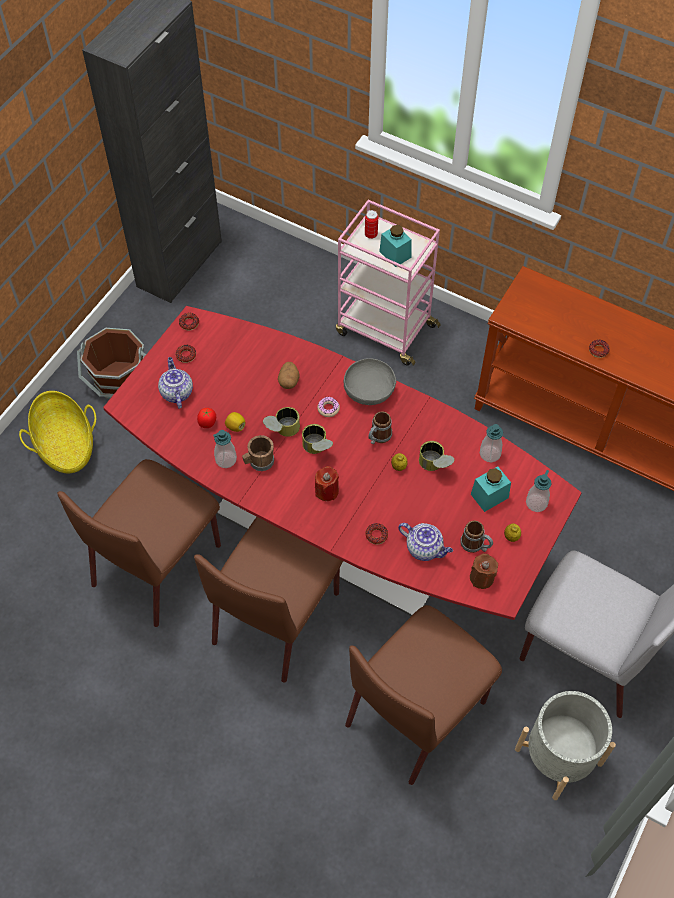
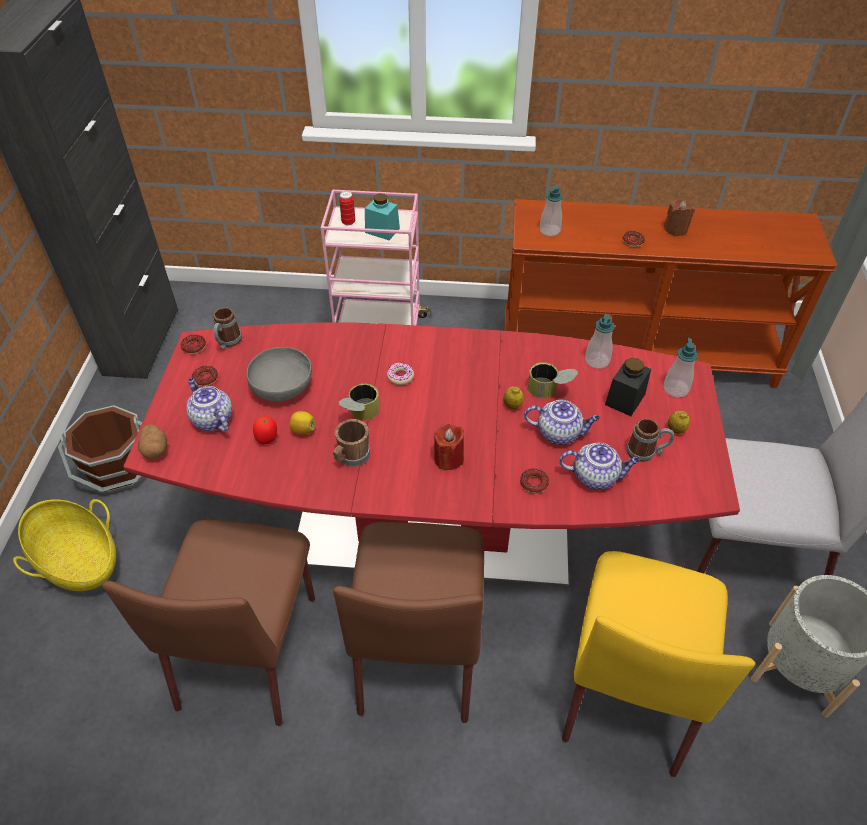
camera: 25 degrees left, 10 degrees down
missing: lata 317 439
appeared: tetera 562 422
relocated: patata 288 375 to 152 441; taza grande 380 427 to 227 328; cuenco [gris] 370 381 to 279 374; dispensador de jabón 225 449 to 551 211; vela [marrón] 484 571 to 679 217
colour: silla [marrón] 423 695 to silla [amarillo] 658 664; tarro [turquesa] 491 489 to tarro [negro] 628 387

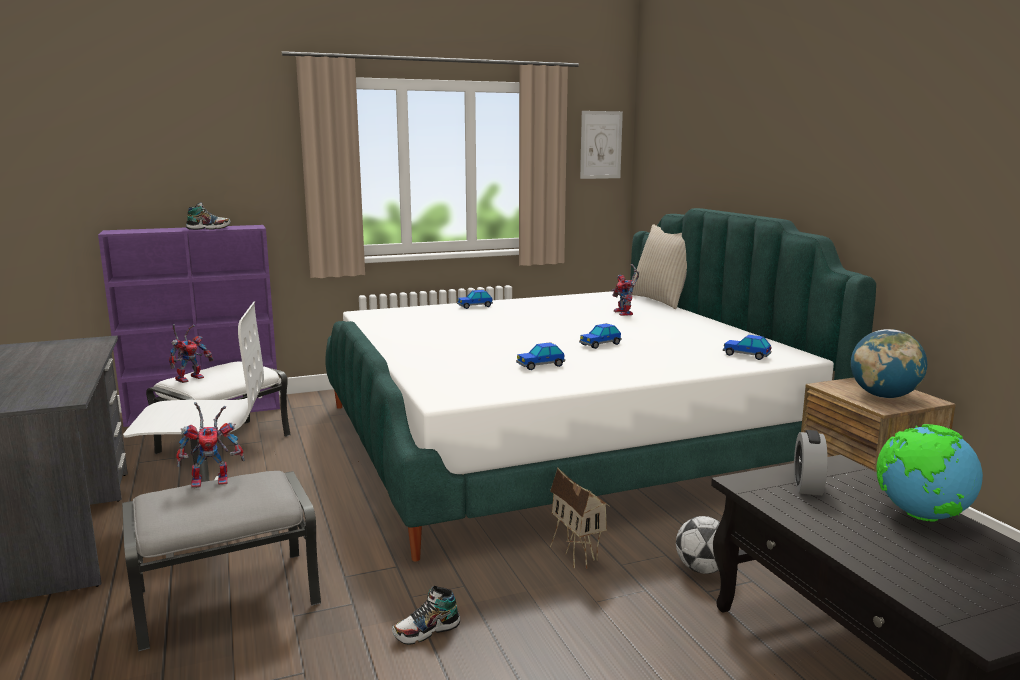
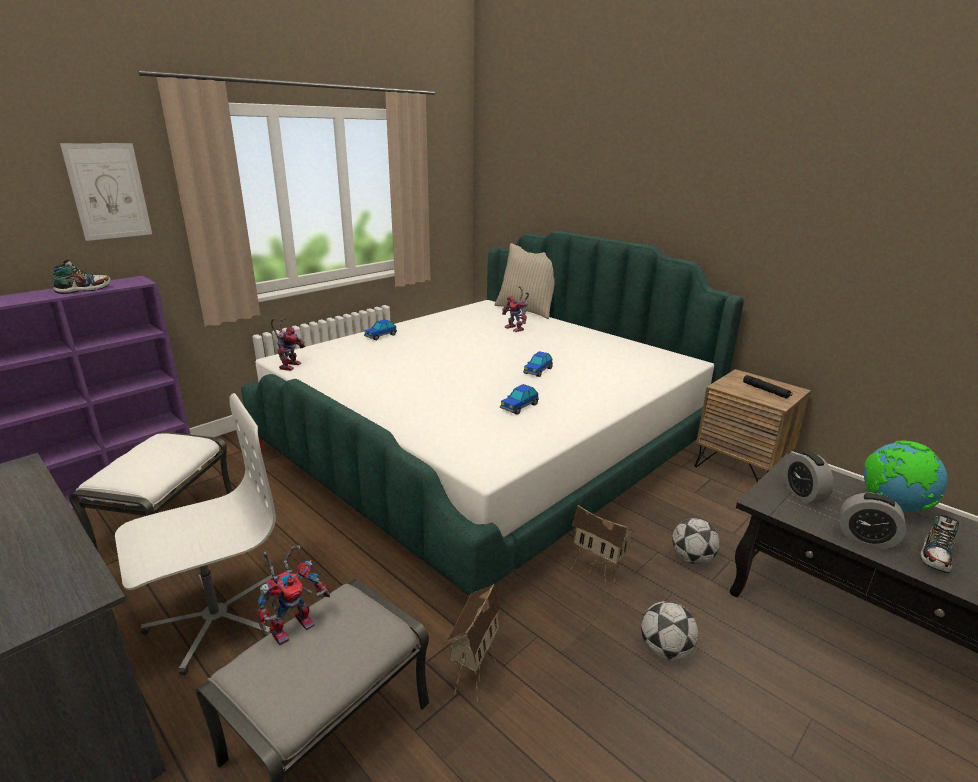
camera: 25 degrees left, 10 degrees up
missing: coche de juguete 747 347
appeared: casita 474 643; balón de fútbol 669 630; despertador 873 521
relocated: cuadro 601 145 to 106 192; robot de juguete 191 353 to 288 344; zapato 426 615 to 939 544
exchanged: globo terráqueo 889 363 to linterna [negro] 767 387

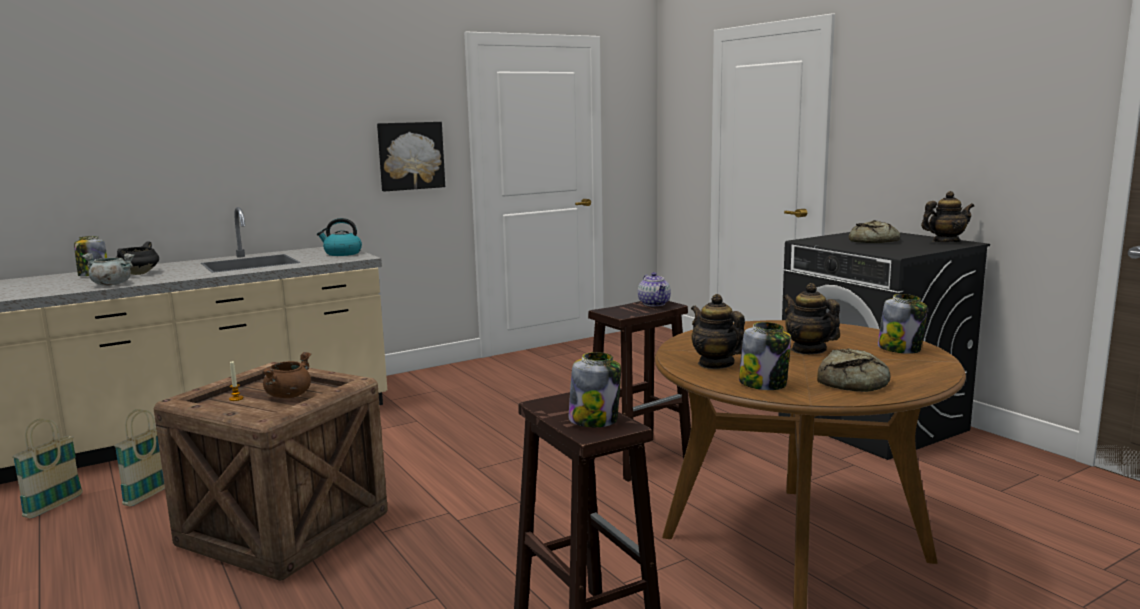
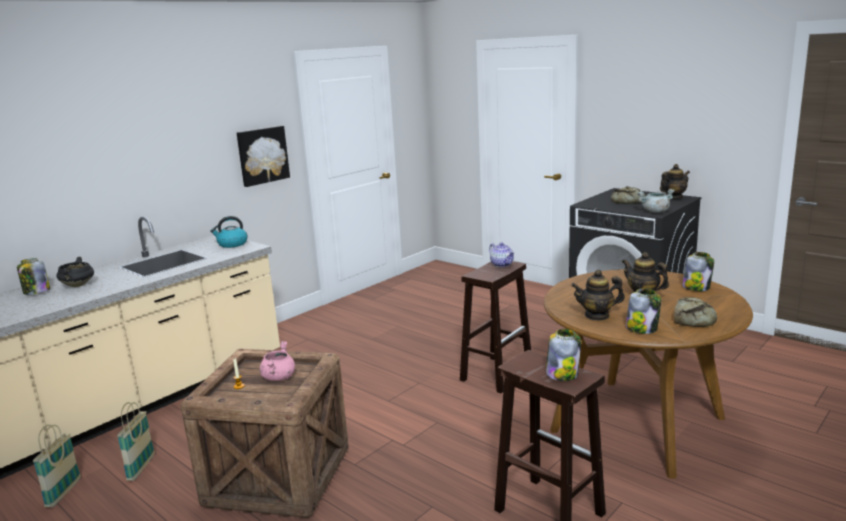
camera: 15 degrees left, 5 degrees up
relocated: olla [gris] 108 269 to 656 201
colour: olla [marrón] 287 375 to olla [rosa] 277 361
spun: tetera 718 331 = 598 295 45 degrees counterclockwise

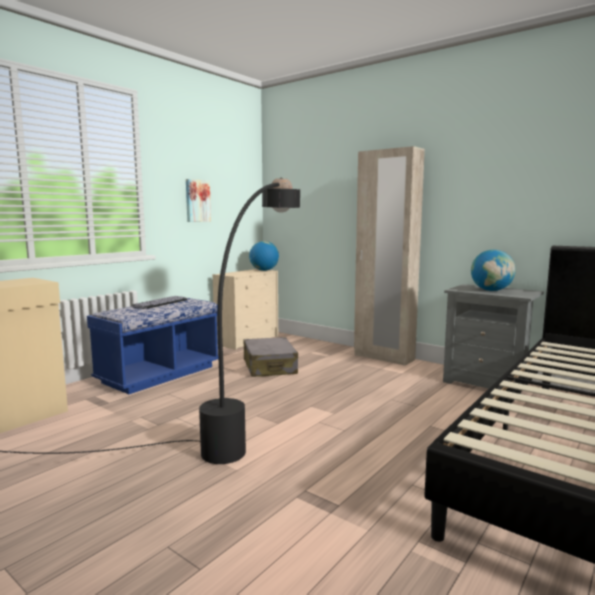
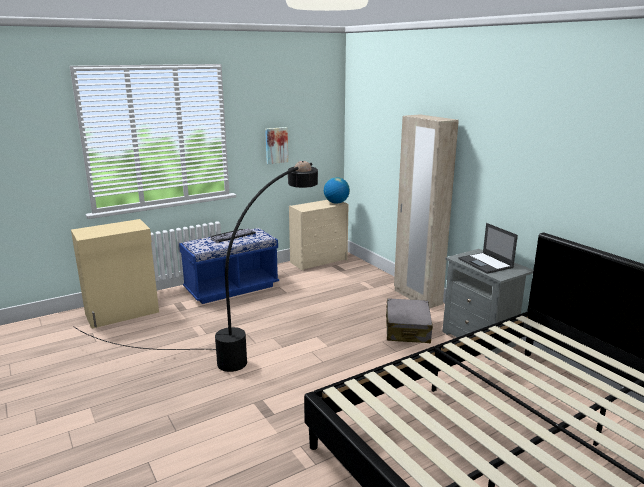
camera: 20 degrees right, 10 degrees up
relocated: maleta [gris] 270 357 to 409 320
exchanged: globo terráqueo 493 270 to portátil 488 248

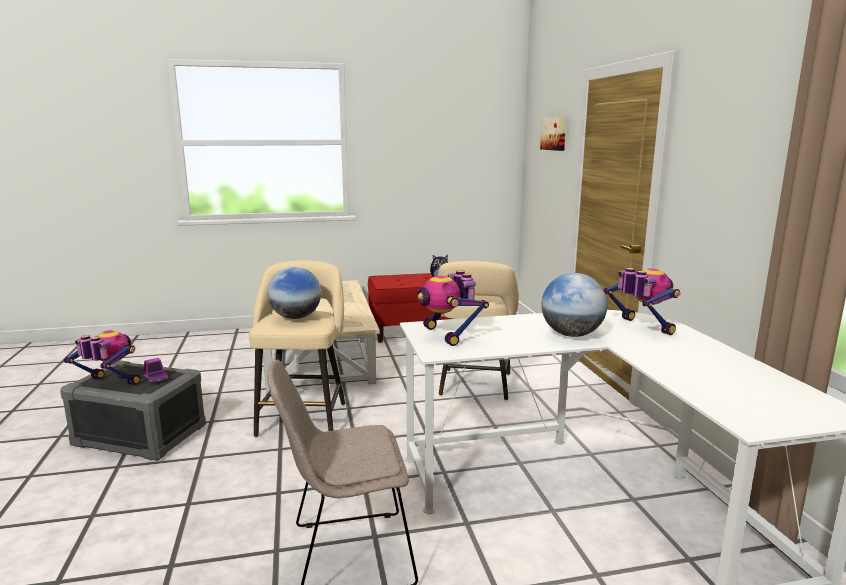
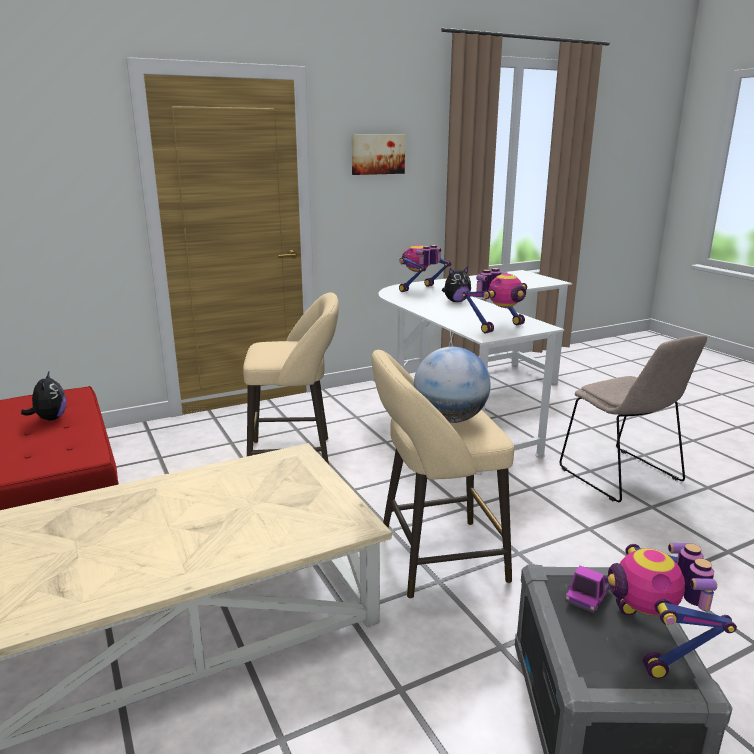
camera: 105 degrees left, 5 degrees up
relocated: cuadro 553 134 to 378 154
exchanged: globo terráqueo 574 305 to peluche 456 284

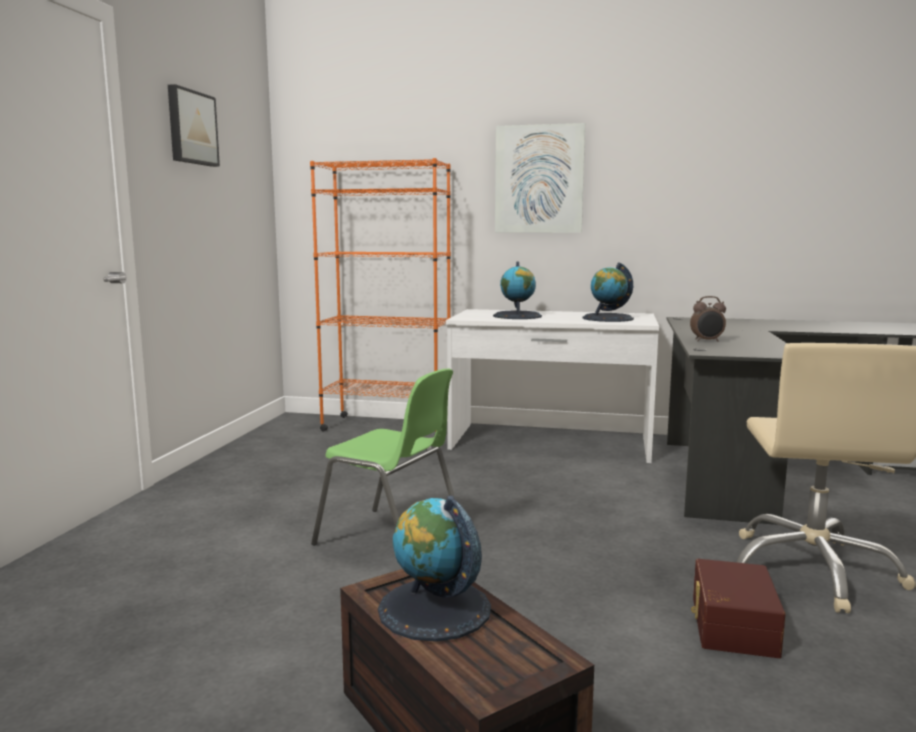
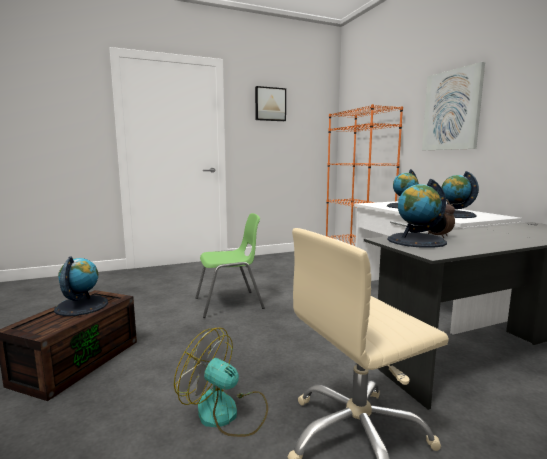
camera: 55 degrees right, 0 degrees up
appeared: globo terráqueo 417 213
exchanged: caja de almacenaje [marrón] 738 608 to ventilador 221 382
spun: silla [verde] 383 457 = 230 265 105 degrees counterclockwise

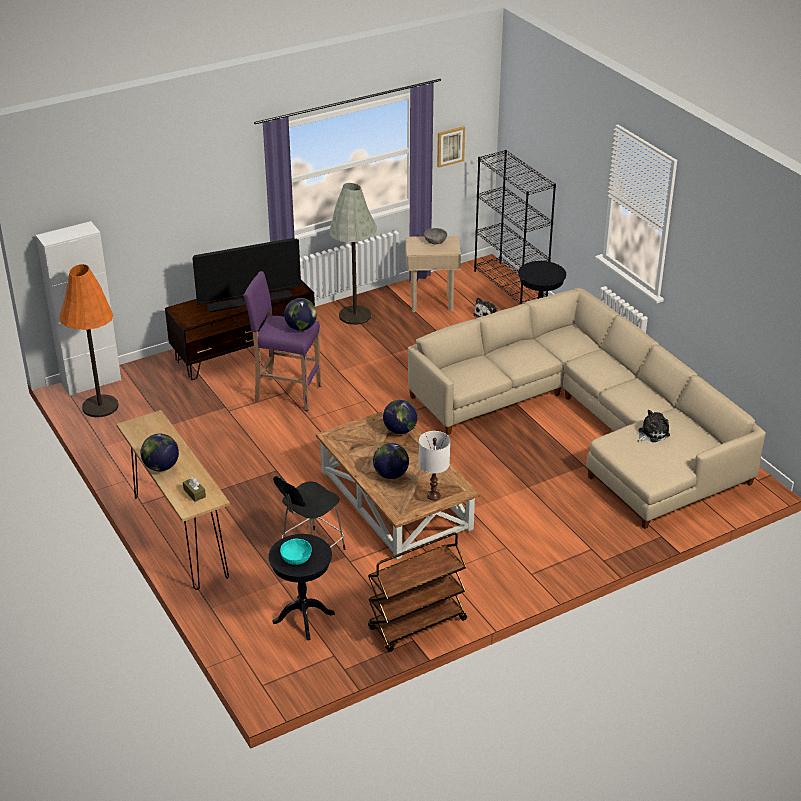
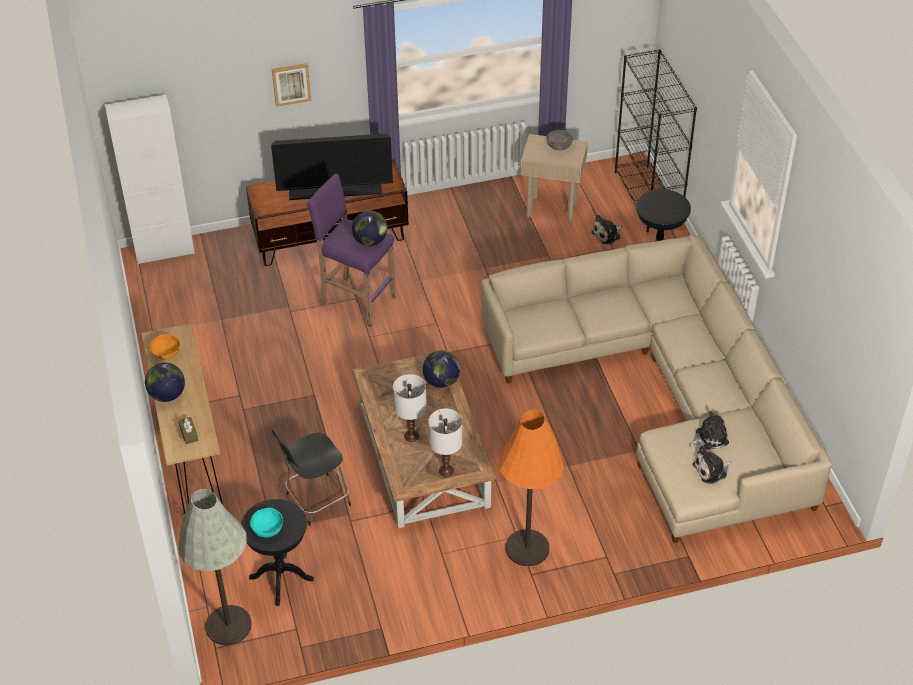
camera: 15 degrees right, 10 degrees up
missing: carrito [marrón] 417 592
appeared: cuenco [naranja] 165 347; peluche 711 464
relocated: lámpara de pie [gris] 353 254 to 215 567; cuadro 451 147 to 291 85; lámpara de pie [naranja] 88 340 to 531 488
exchanged: globo terráqueo 391 461 to lámpara de mesa [blanco] 410 408

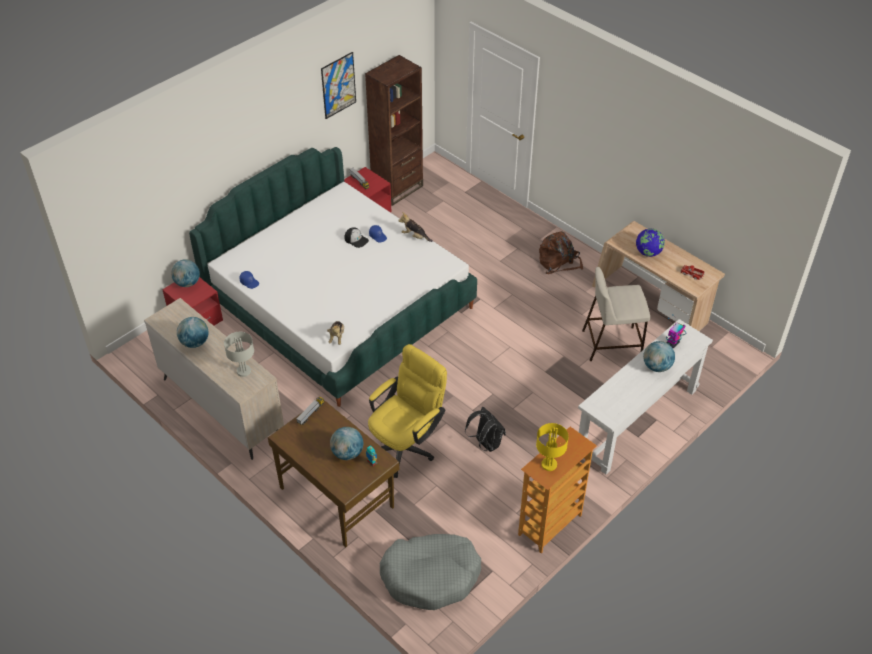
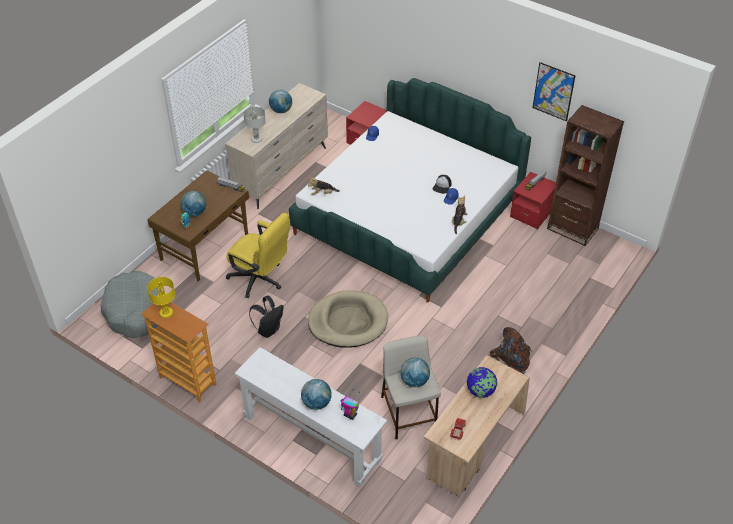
camera: 80 degrees right, 0 degrees up
appeared: cama para perro [beis] 348 319
relocated: globo terráqueo 185 273 to 415 372

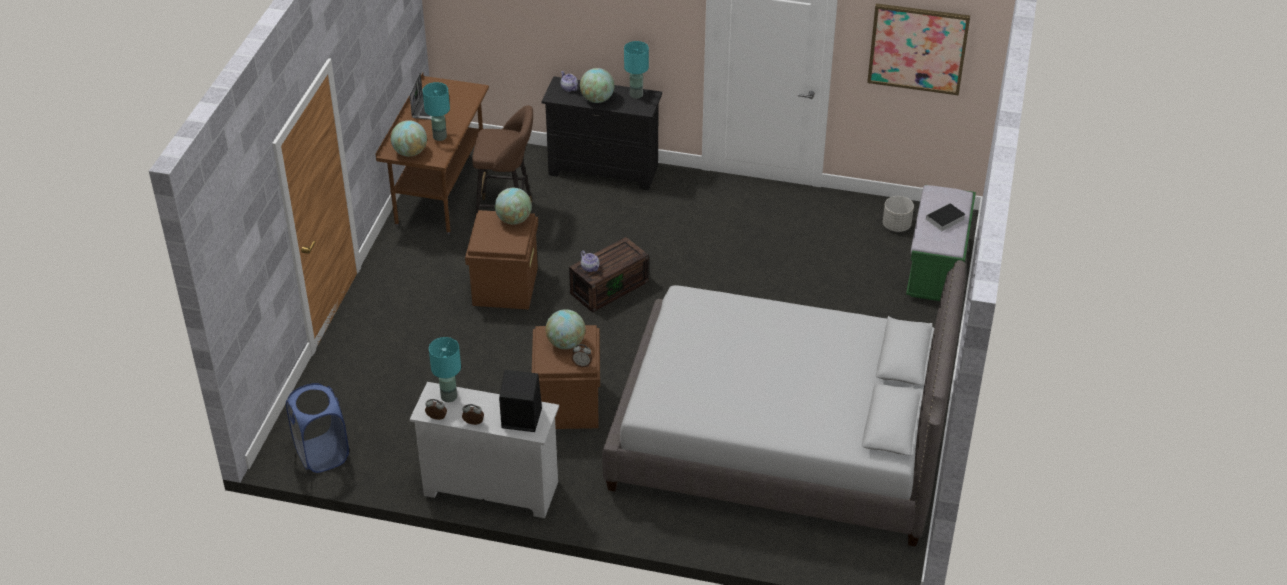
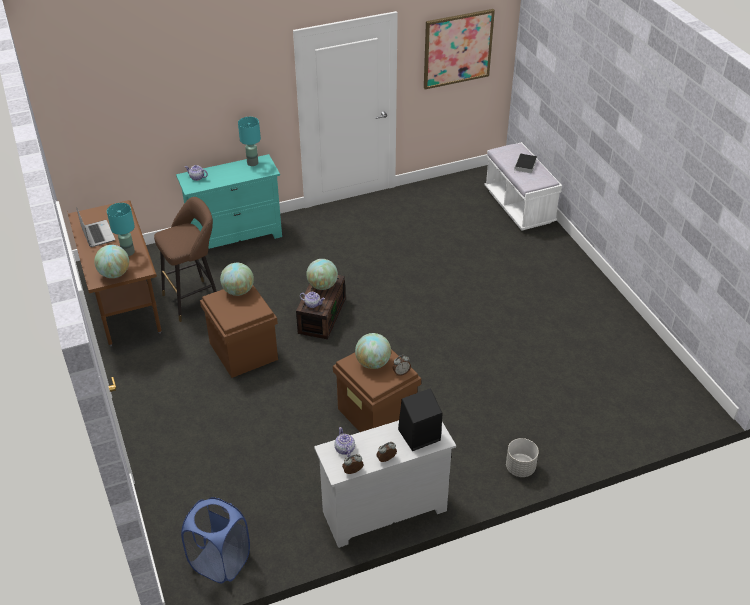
camera: 35 degrees left, 0 degrees up
missing: cama [gris] 784 403
relocated: globo terráqueo 597 85 to 322 274; maceta [gris] 898 214 to 522 457
exchanged: lámpara de mesa [turquesa] 445 369 to tetera 344 442
colour: cómoda [negro] 601 133 to cómoda [turquesa] 229 201; banco [verde] 941 243 to banco [blanco] 523 186

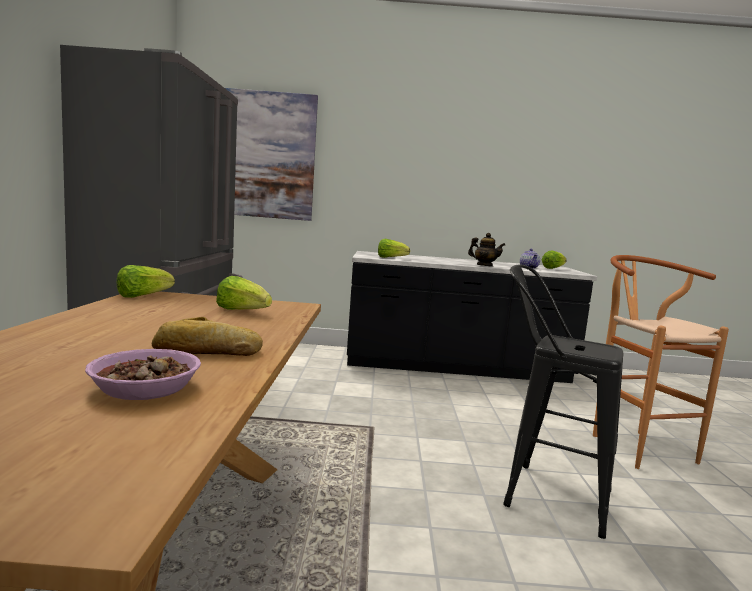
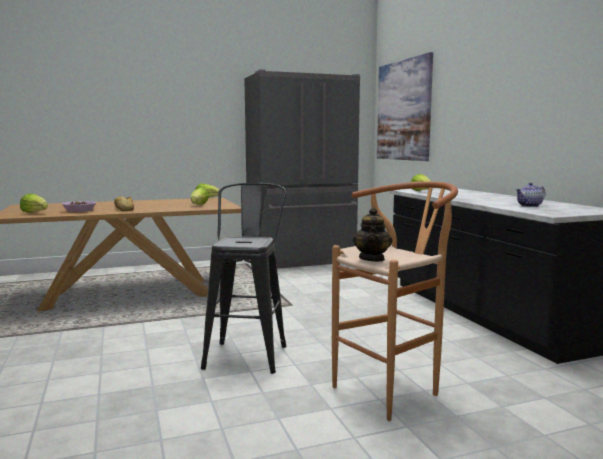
camera: 70 degrees right, 0 degrees up
relocated: lechuga 554 260 to 34 203; tetera 486 250 to 372 234

